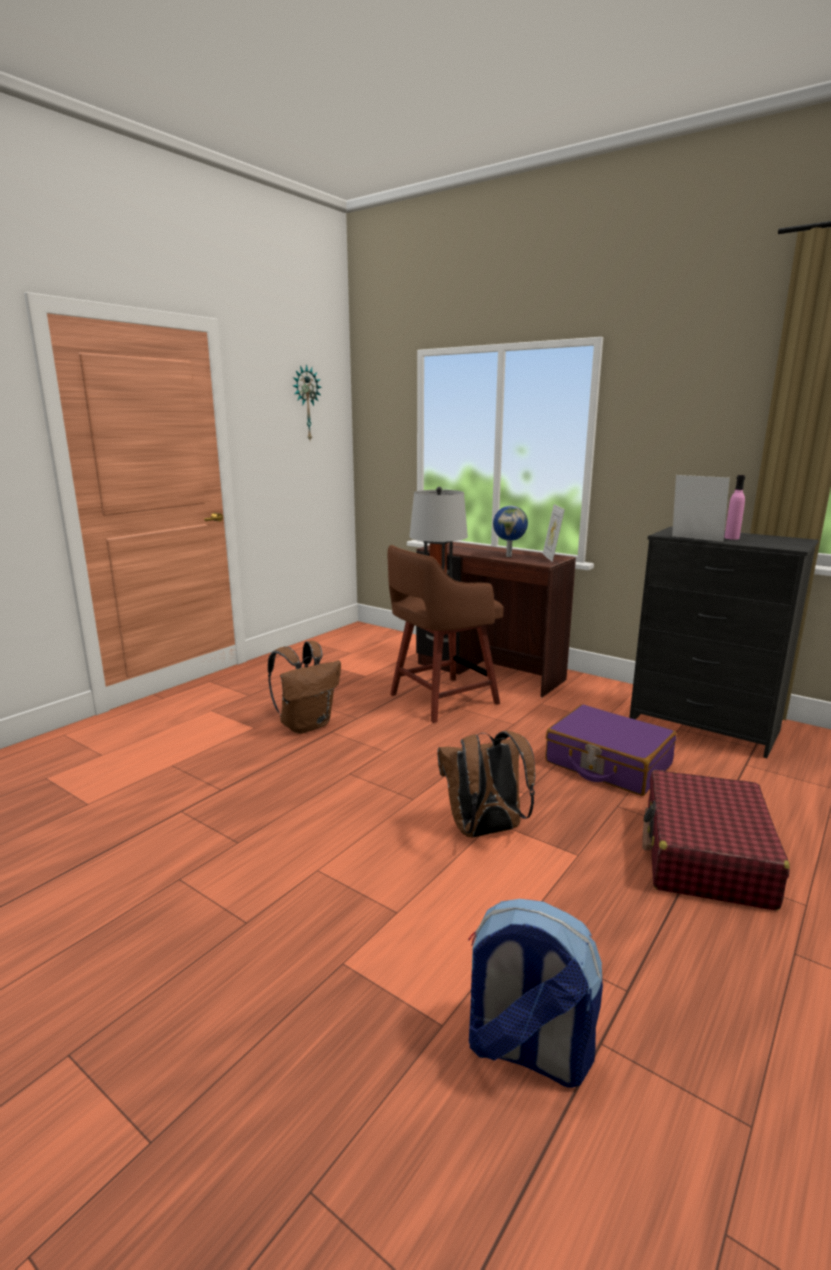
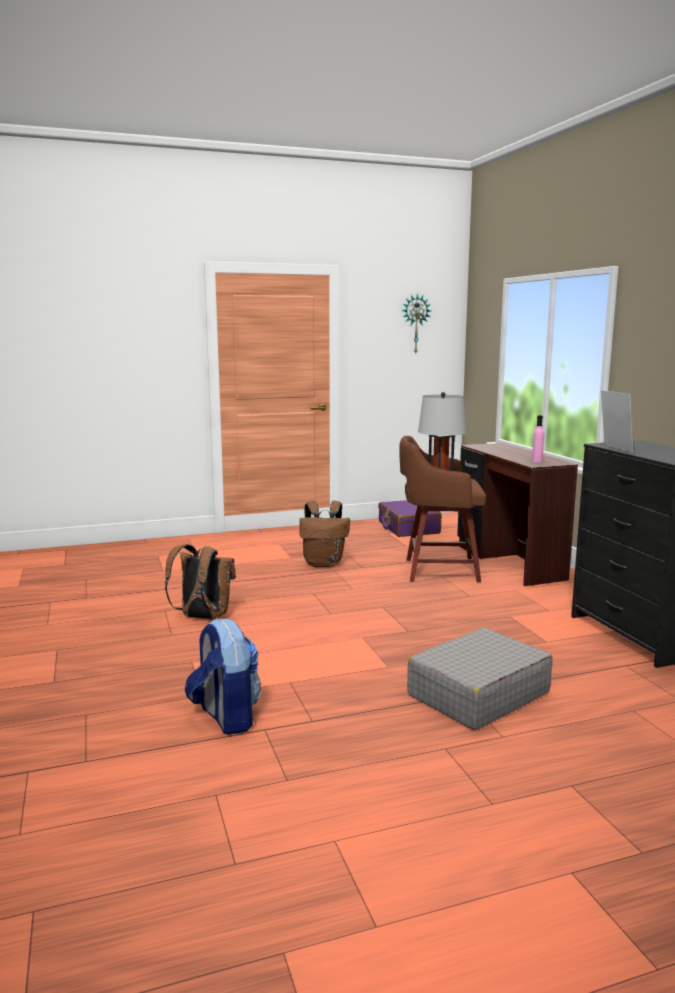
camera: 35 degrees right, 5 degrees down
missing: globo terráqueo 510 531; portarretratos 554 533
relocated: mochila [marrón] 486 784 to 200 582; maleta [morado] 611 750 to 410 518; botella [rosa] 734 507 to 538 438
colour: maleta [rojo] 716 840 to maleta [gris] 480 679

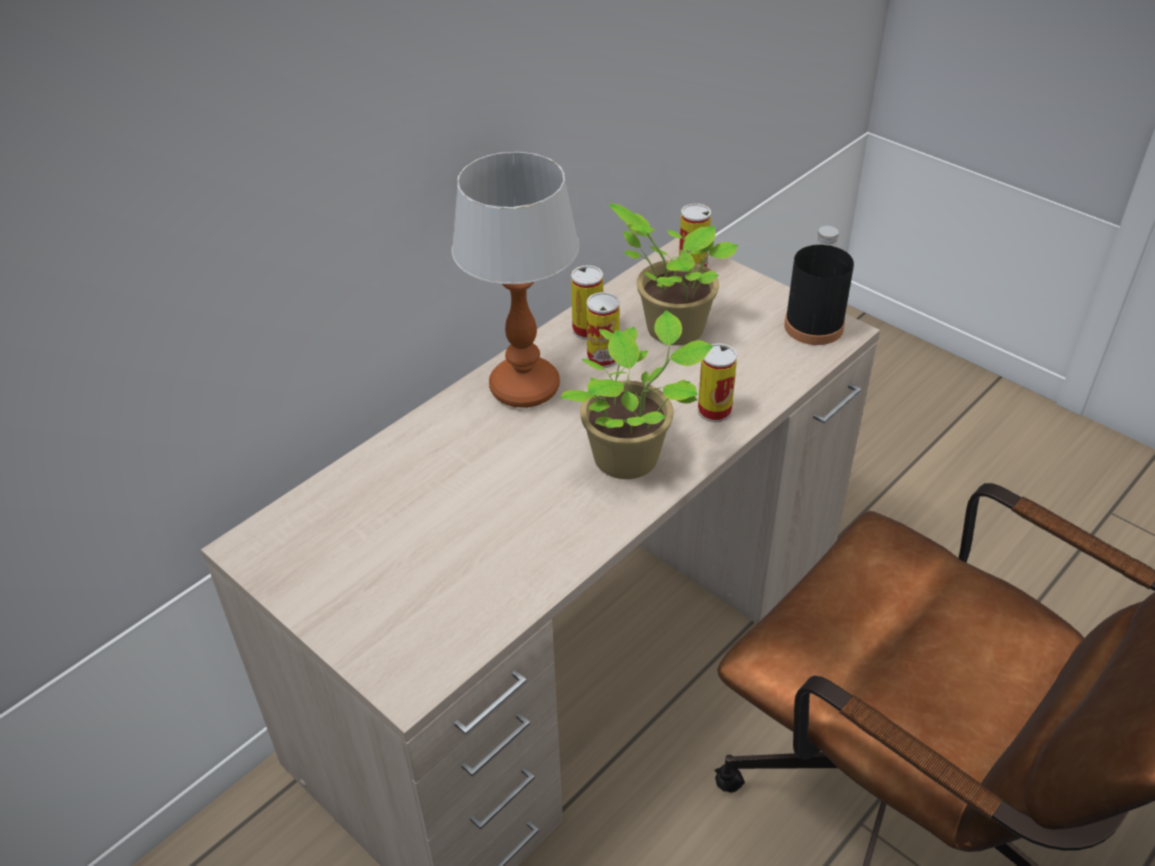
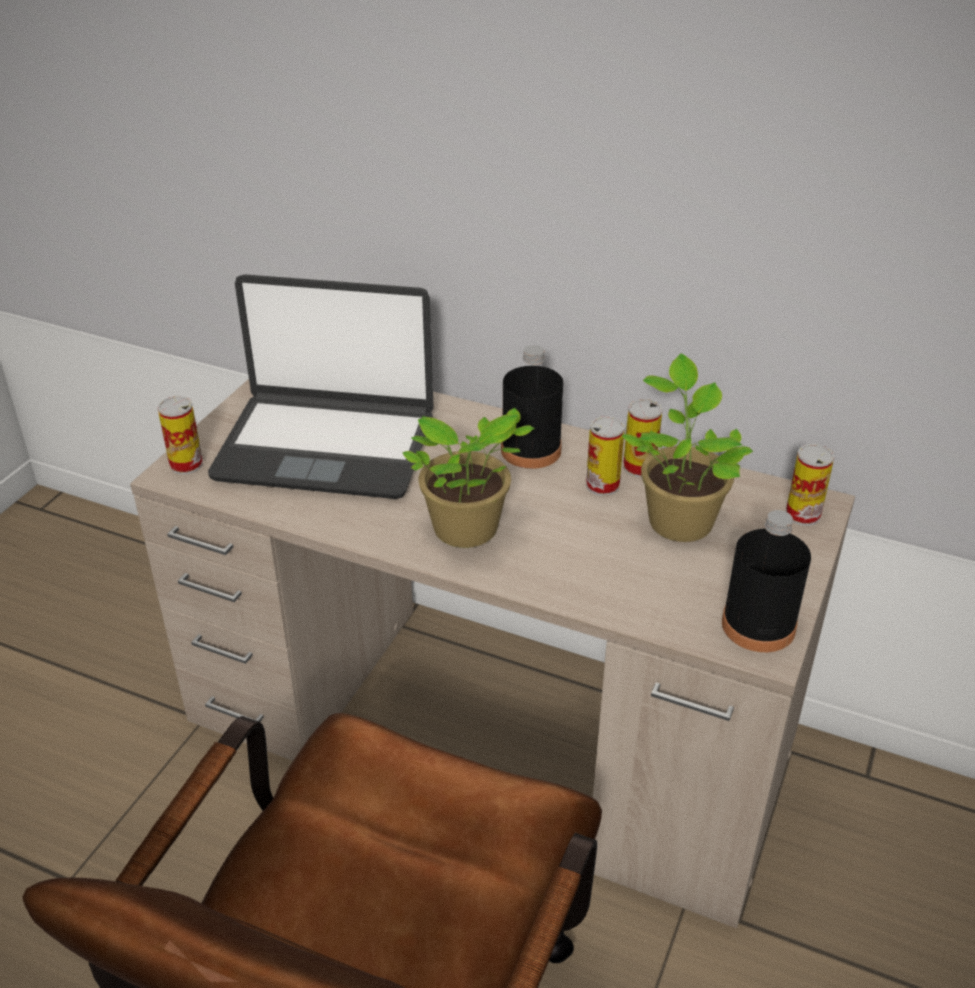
camera: 70 degrees right, 5 degrees down
appeared: portátil 321 386
relocated: lata 717 382 to 180 435
exchanged: lámpara de mesa 515 280 to botella [negro] 532 407

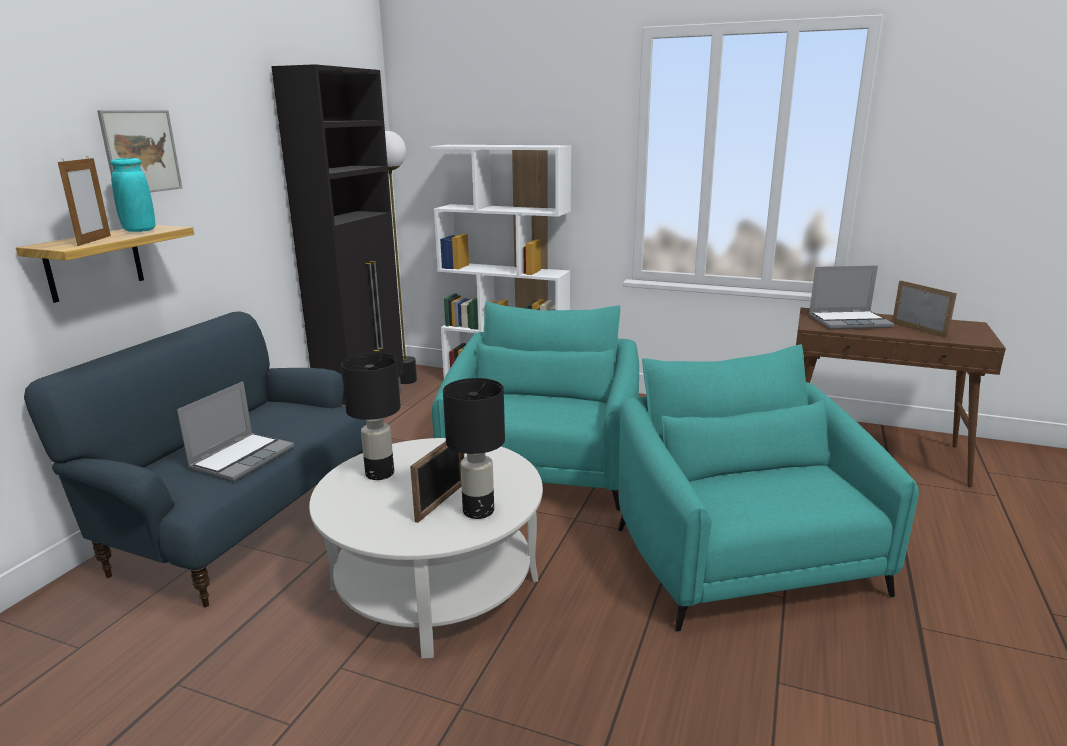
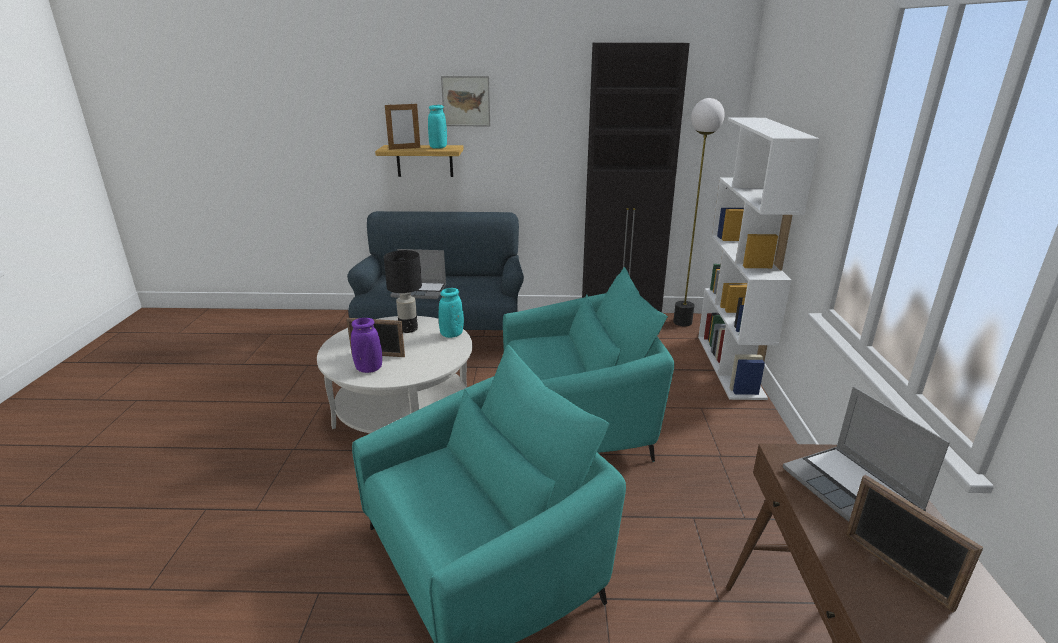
camera: 70 degrees right, 5 degrees up
appeared: florero [turquesa] 451 313
exchanged: lámpara de mesa [negro] 474 448 to florero [morado] 366 345
spun: portarretratos 924 309 = 914 544 105 degrees clockwise

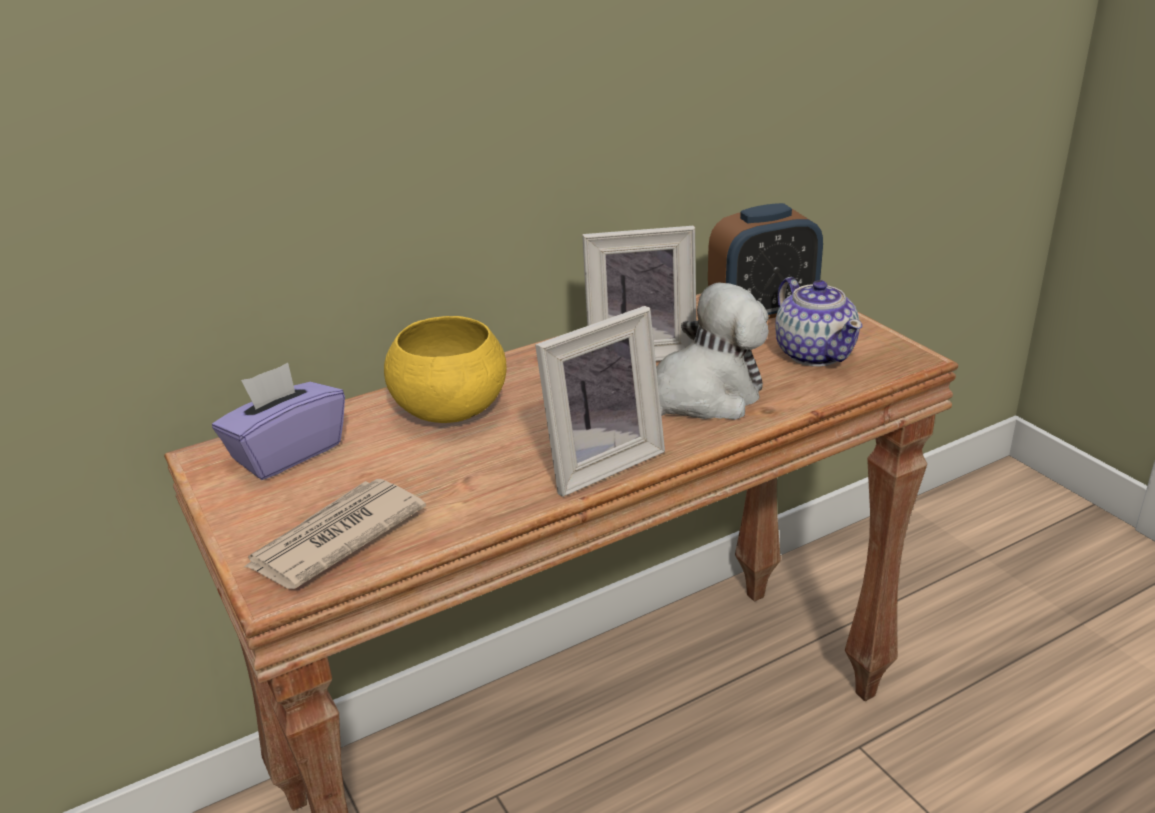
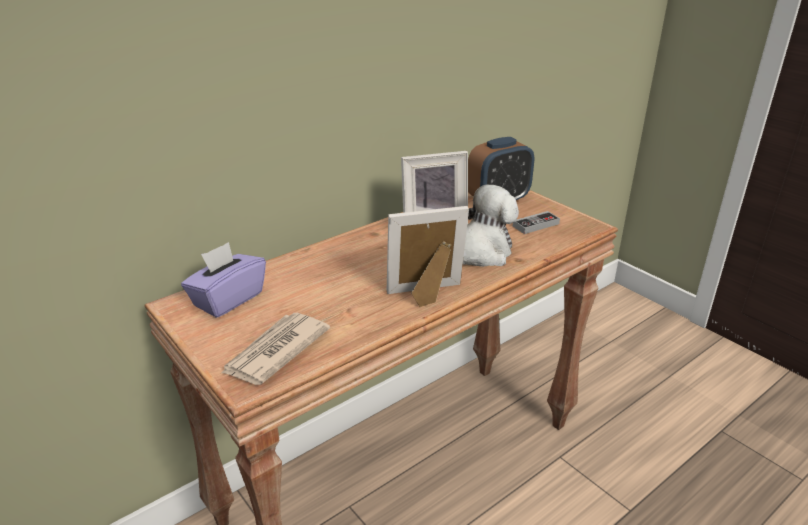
camera: 10 degrees left, 0 degrees up
missing: cuenco [amarillo] 445 369
exchanged: tetera 818 321 to mando de consola 536 222
spun: portarretratos 600 401 = 427 256 150 degrees counterclockwise

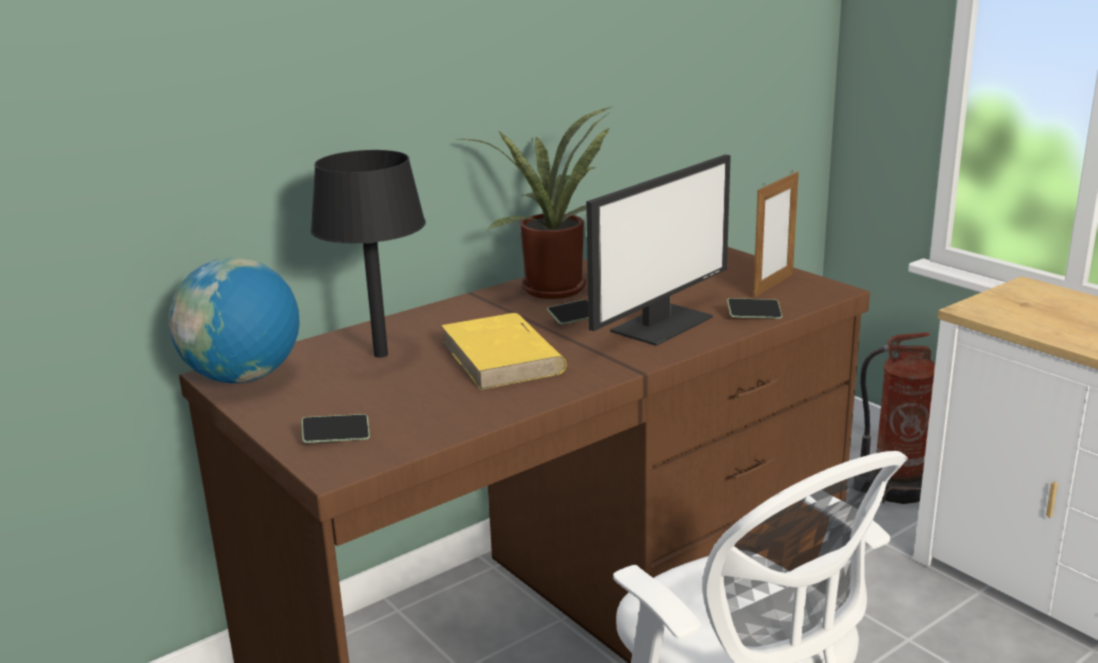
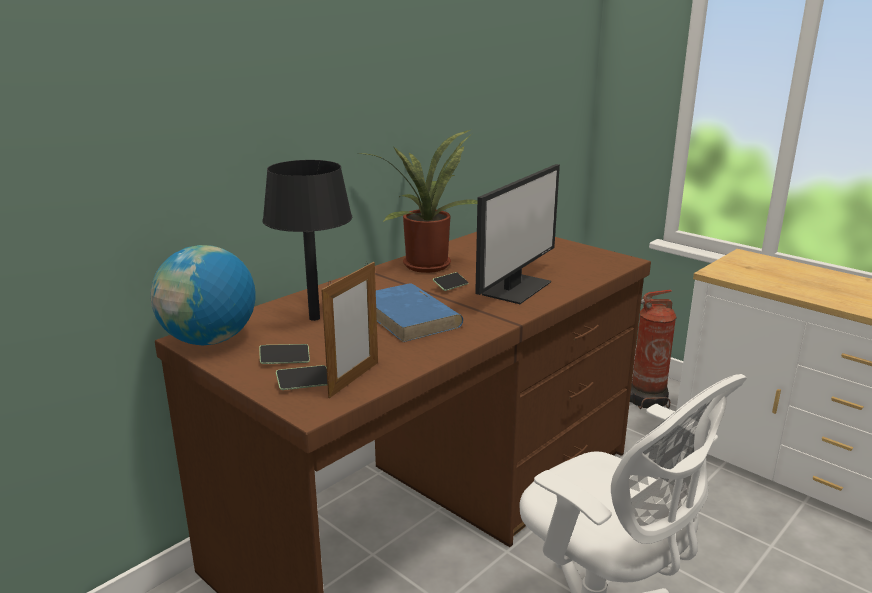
camera: 10 degrees left, 0 degrees up
relocated: móvil 754 308 to 284 354; portarretratos 776 234 to 349 330
colour: libro [amarillo] 504 351 to libro [azul] 419 312

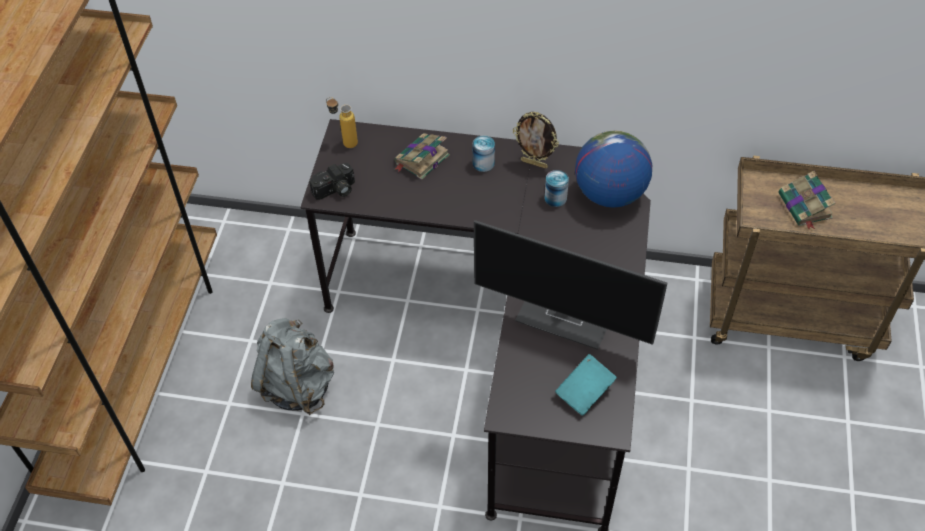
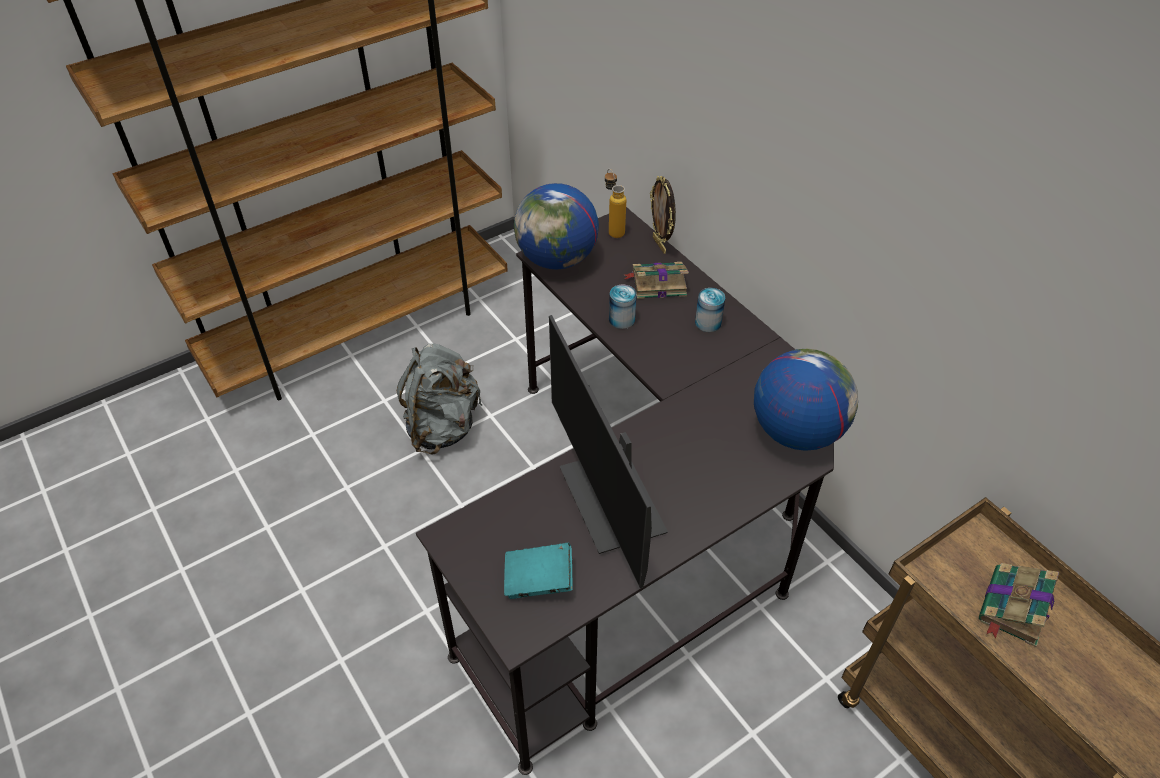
camera: 45 degrees right, 5 degrees down
relocated: lata 557 188 to 623 306; portarretratos 536 140 to 663 215
exchanged: cámara 332 181 to globo terráqueo 556 226

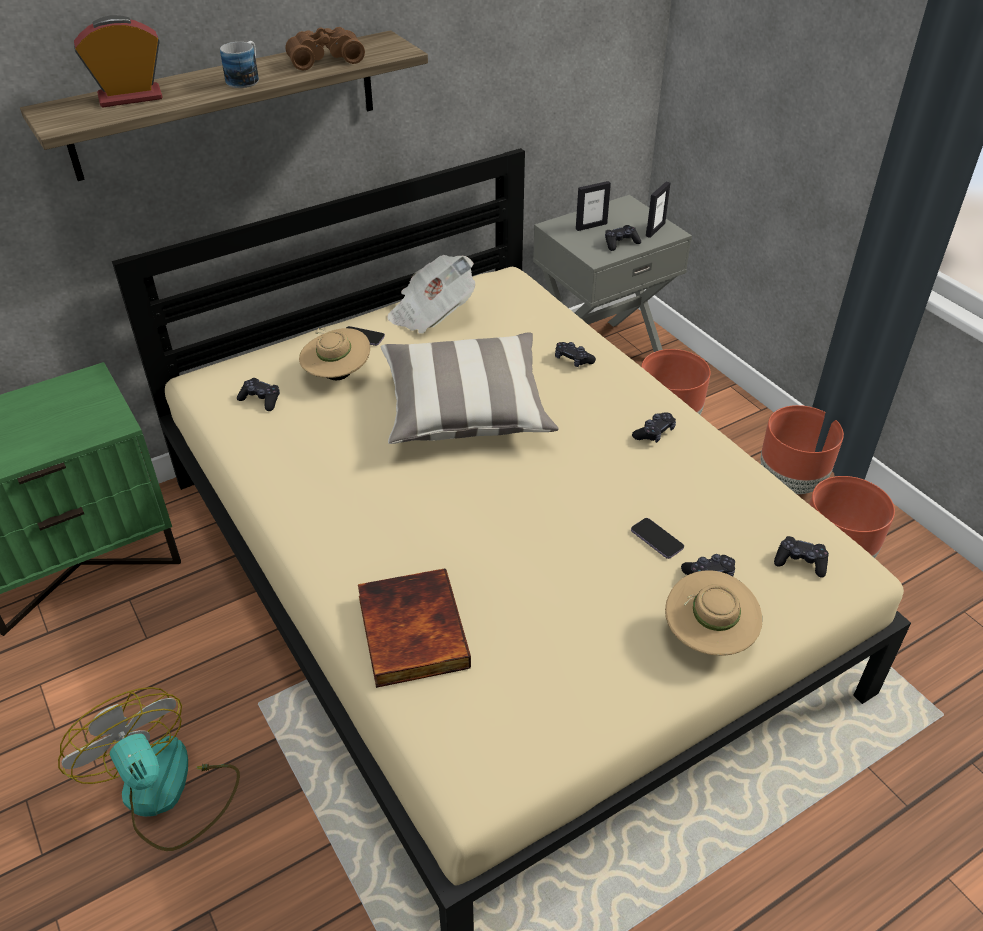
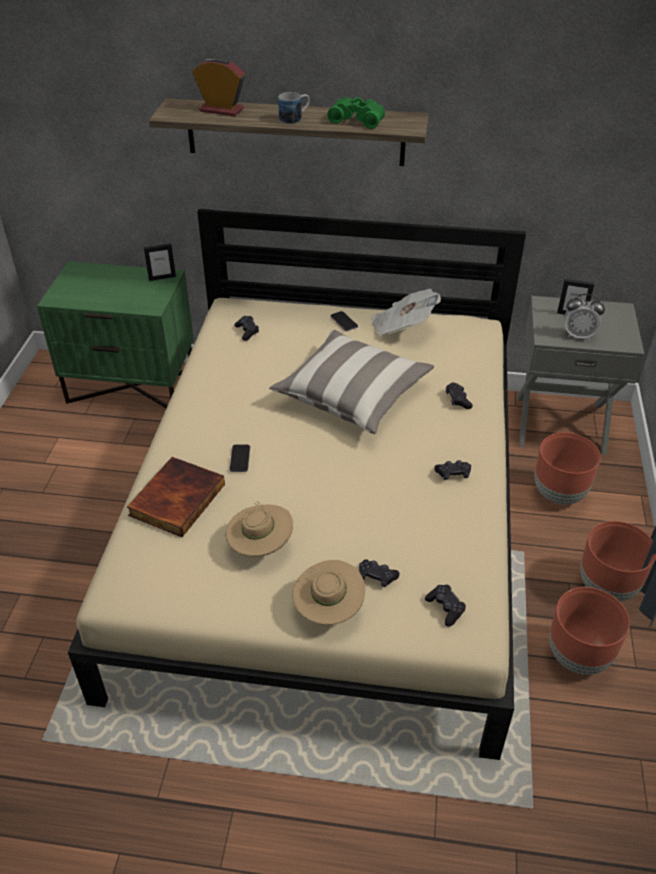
camera: 40 degrees right, 0 degrees up
missing: ventilador 149 769
relocated: portarretratos 658 209 to 159 262; sombrero [beis] 334 354 to 259 529; móvil 657 538 to 240 458
exchanged: mando de consola [negro] 623 238 to despertador 585 317
colour: prismáticos [marrón] 325 48 to prismáticos [verde] 356 113

